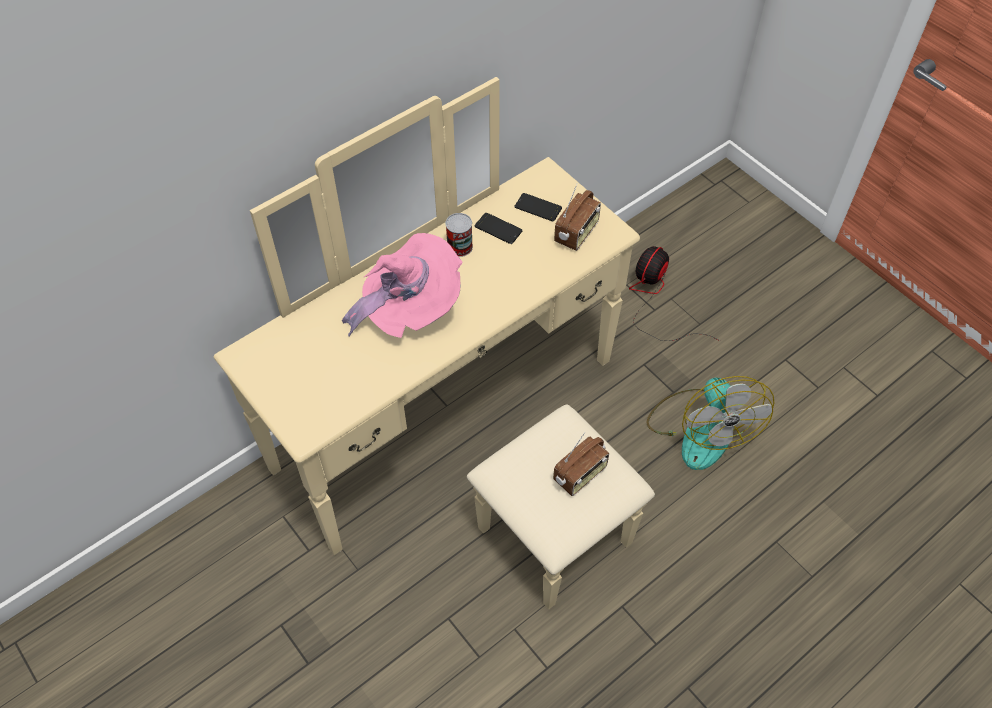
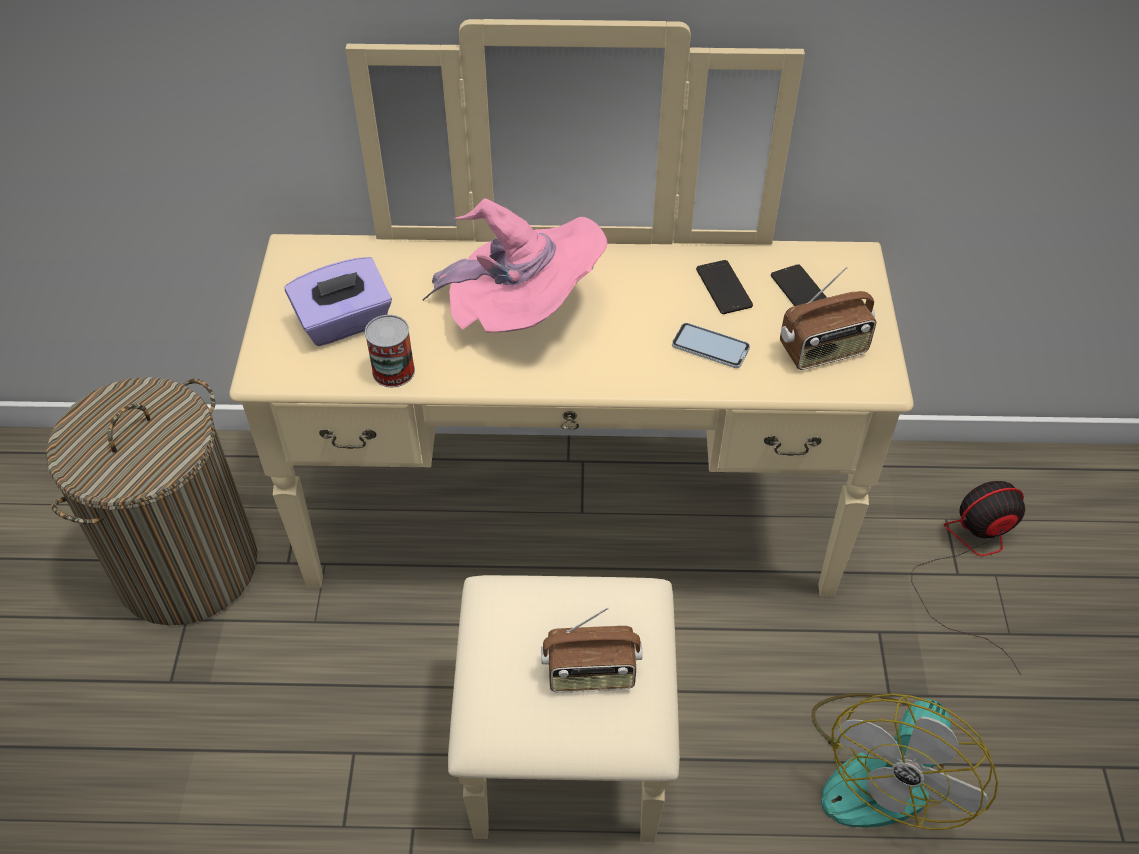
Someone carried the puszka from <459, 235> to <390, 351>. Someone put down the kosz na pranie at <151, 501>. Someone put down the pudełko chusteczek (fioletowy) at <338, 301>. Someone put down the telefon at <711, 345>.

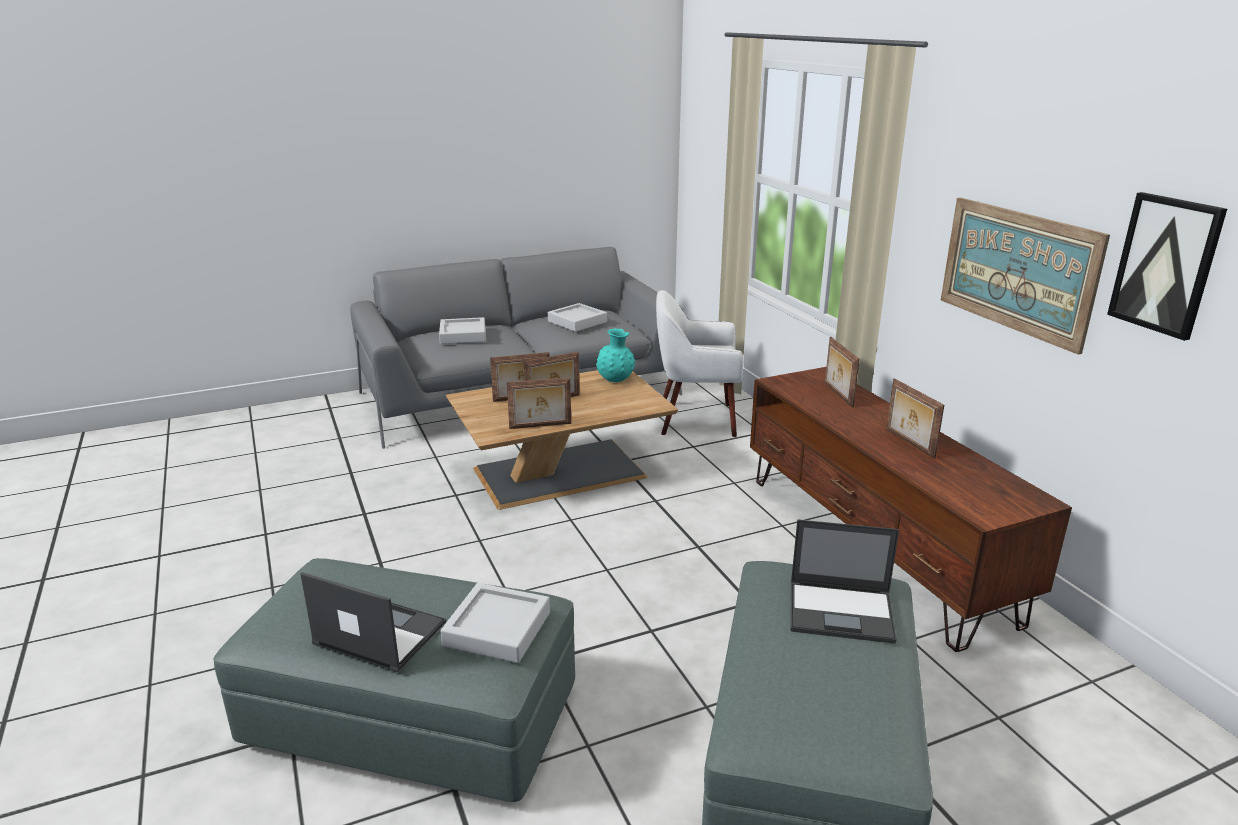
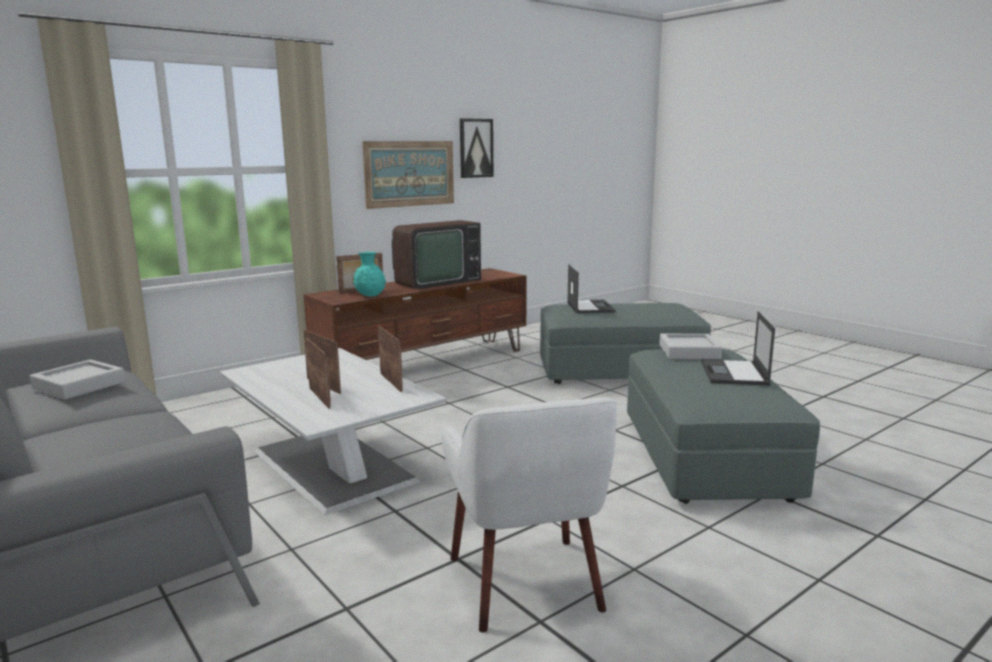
Someone took away the taca (szary) at <462, 330>. Someone repainted the ława (brązowy) at <562, 440>, which became the ława (biały) at <333, 431>. Someone carried the wazon (turkusowy) from <615, 355> to <369, 274>. Someone carried the fotel (biały) from <700, 363> to <529, 515>. Someone swapped the ramka na zdjęcie at <915, 418> for the telewizor at <436, 254>.

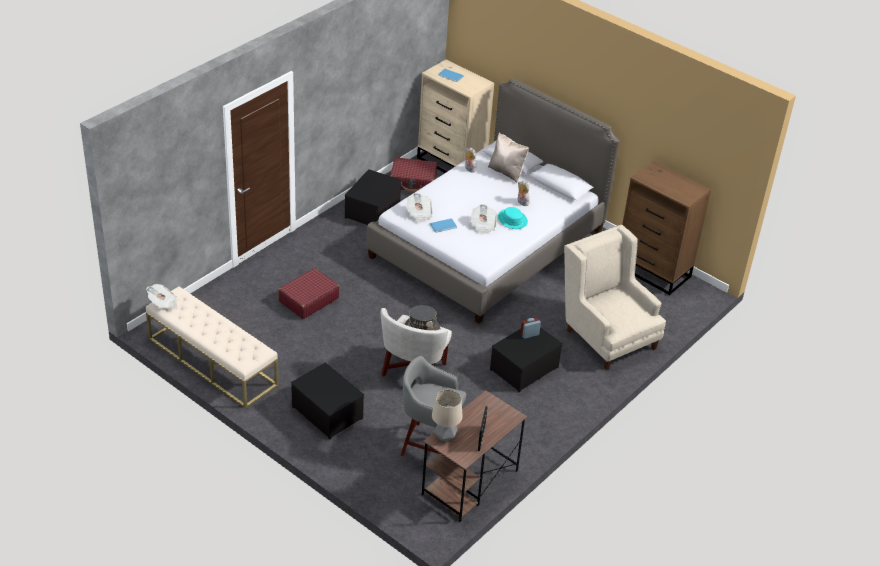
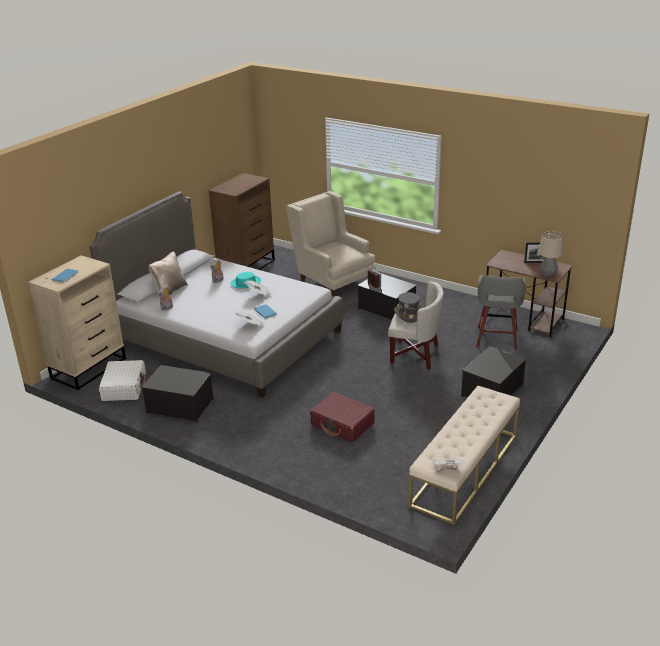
Someone repainted the walizka (czerwony) at <413, 175>, which became the walizka (biały) at <122, 380>. Someone rotated the fotel (beżowy) at <615, 297> by 90 degrees clockwise.

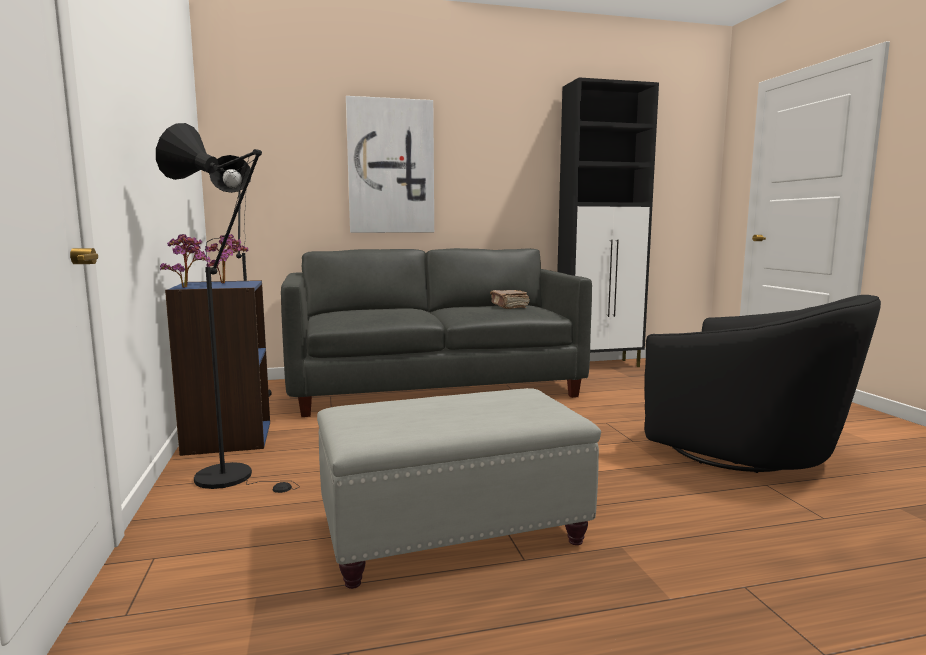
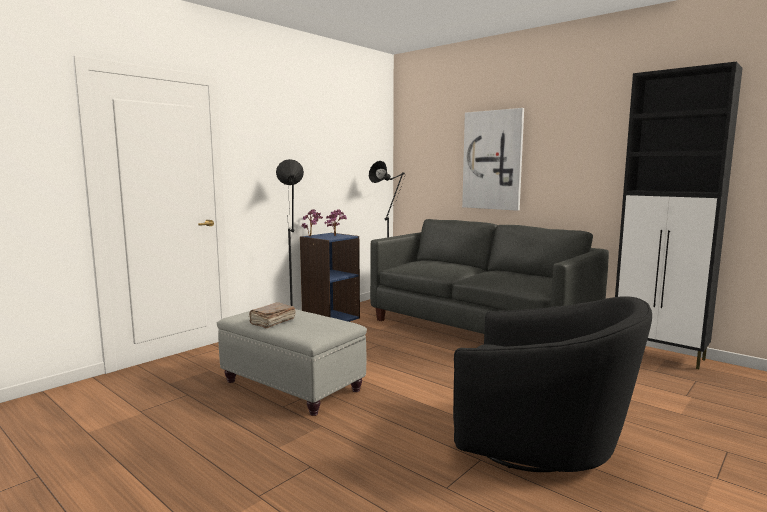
Someone carried the książka (brązowy) from <510, 299> to <272, 316>. Someone rotated the fotel (czarny) at <763, 384> by 75 degrees counterclockwise.

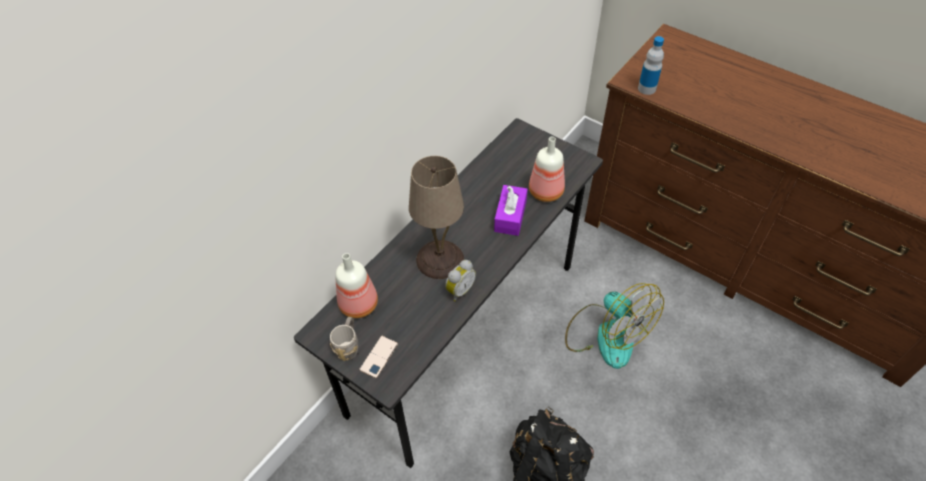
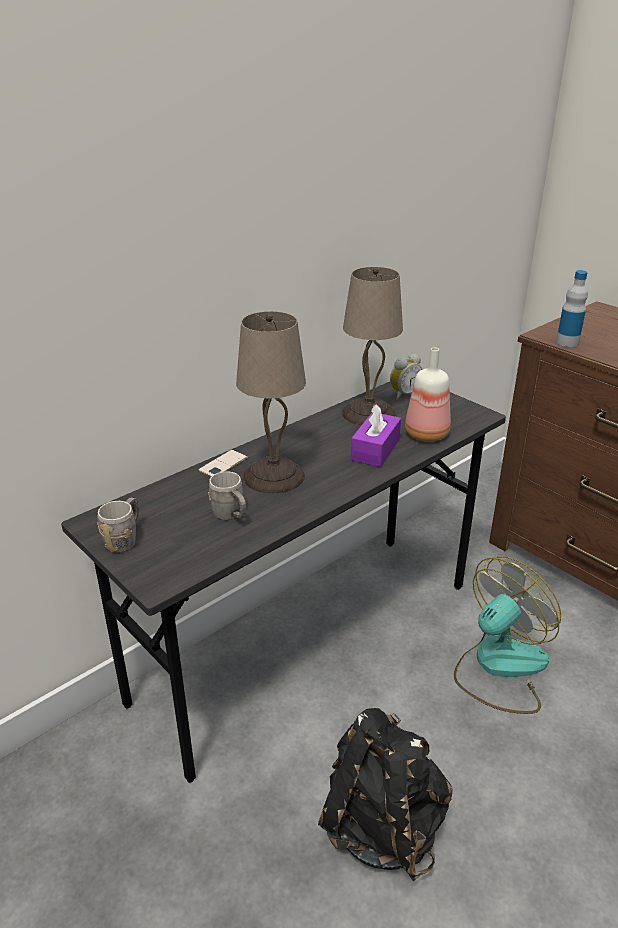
Someone took away the butelka at <356, 285>. Someone carried the telefon from <378, 357> to <223, 463>. Someone carried the budzik from <460, 281> to <406, 376>. Someone rotated the wentylator at <614, 326> by 105 degrees counterclockwise. Someone put down the kubek (szary) at <227, 495>. Someone put down the lampa stołowa (beżowy) at <372, 346>.

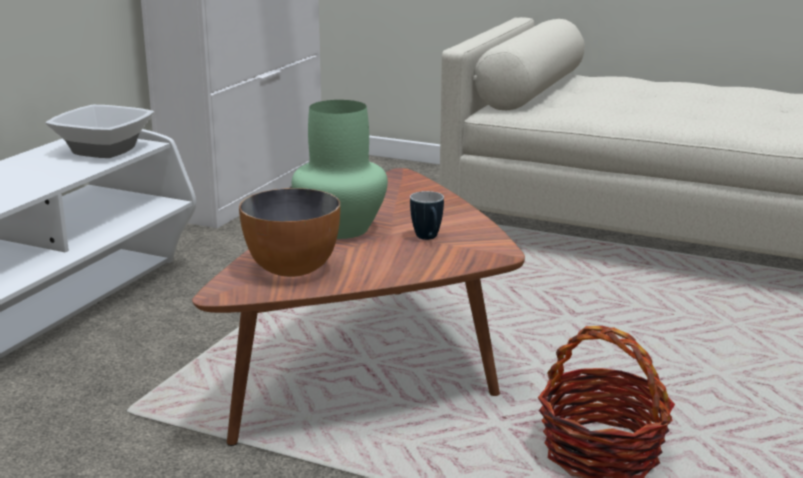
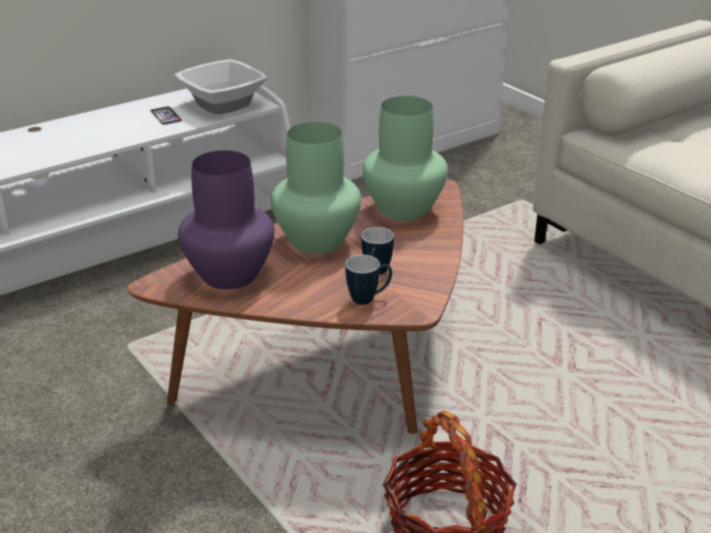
Someone swapped the miska at <289, 232> for the wazon (fioletowy) at <226, 220>. Someone put down the telefon at <166, 115>. Someone put down the kubek at <368, 280>. Someone put down the wazon (zielony) at <405, 158>.

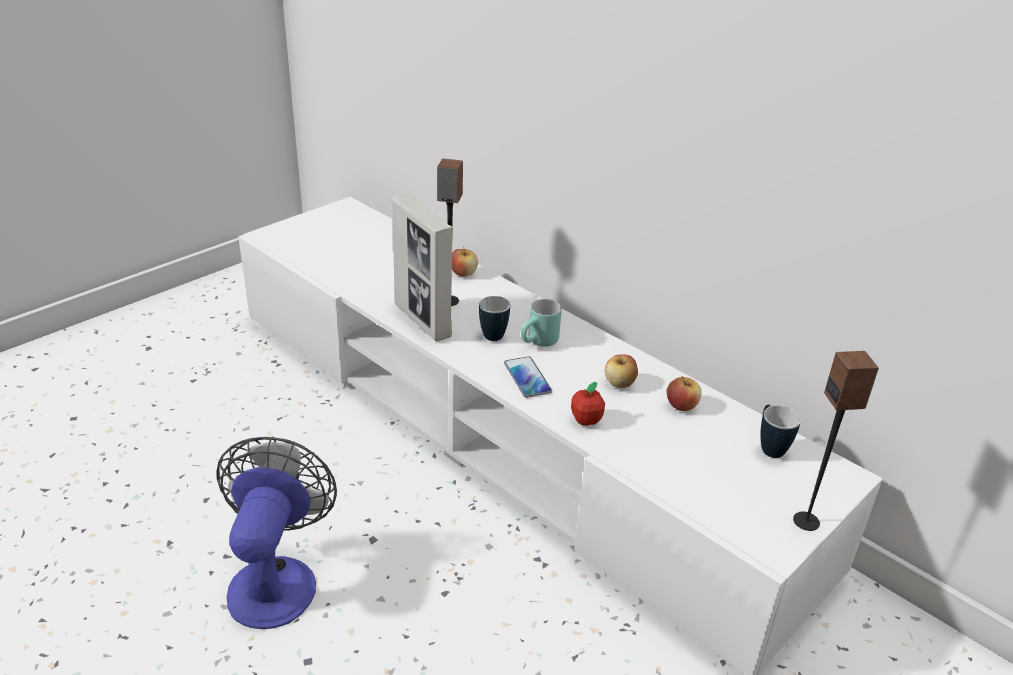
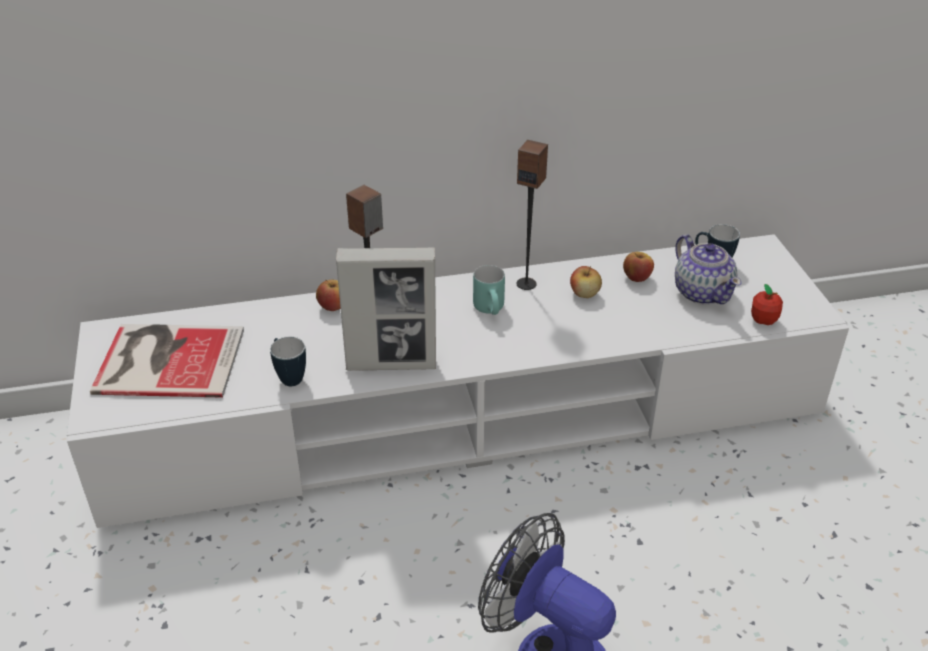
Someone carried the kubek from <494, 318> to <288, 361>. Someone took away the telefon at <528, 377>. Someone carried the jabłko from <588, 404> to <767, 304>. Someone carried the głośnik from <836, 441> to <532, 215>. Someone put down the książka at <167, 361>. Someone put down the imbryk at <708, 270>.

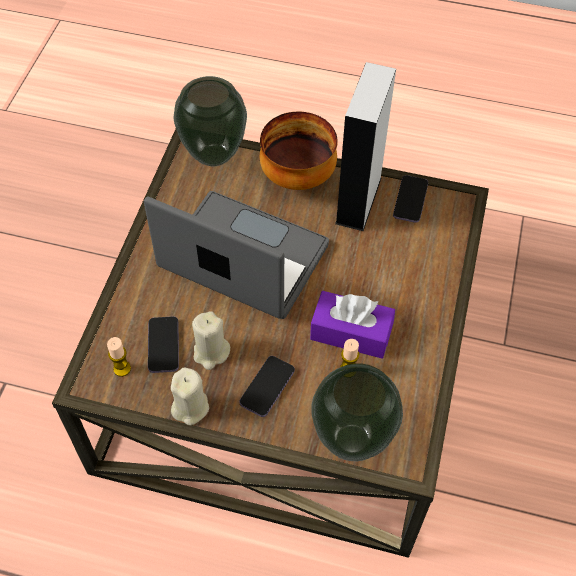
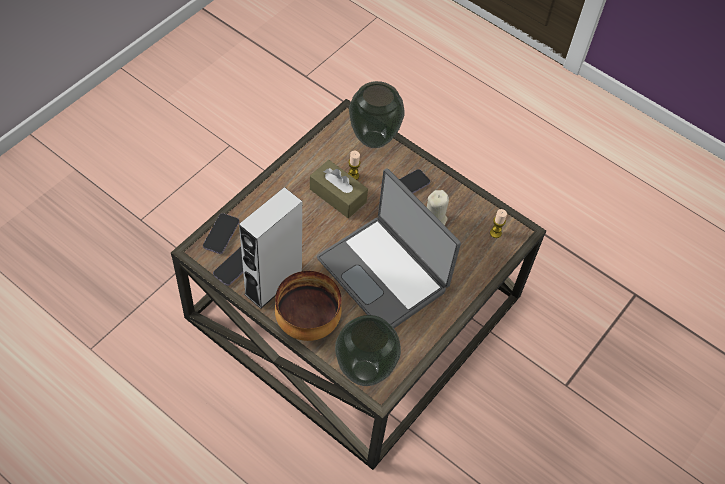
Someone carried the telefon from <163, 345> to <221, 233>. Someone took away the świeca (beżowy) at <190, 396>. Someone repainted the pudełko chusteczek (fioletowy) at <352, 324>, which became the pudełko chusteczek (brązowy) at <339, 189>.

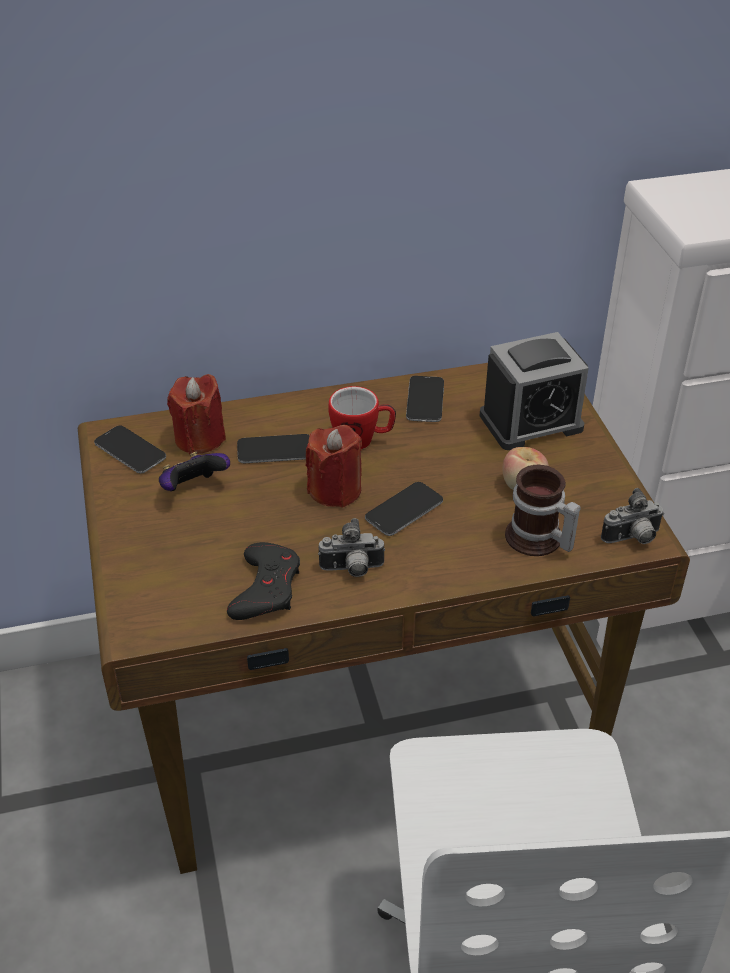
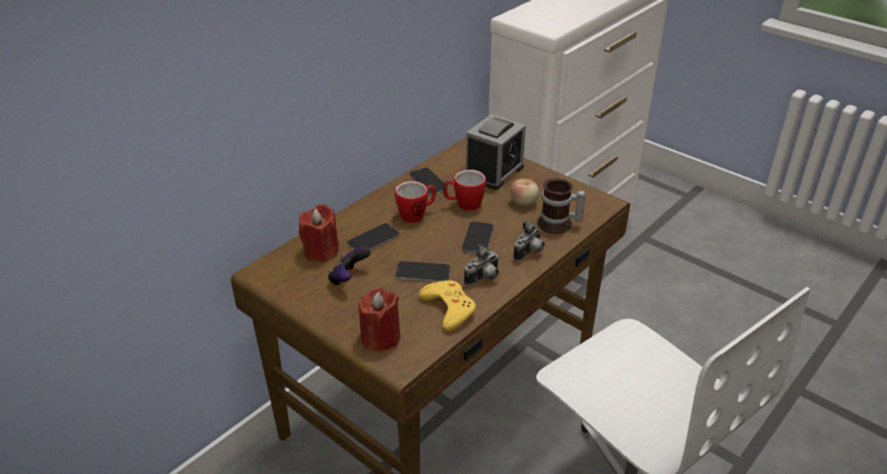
Someone carried the telefon from <130, 449> to <422, 271>. Someone repainted the pad do gier (czarny) at <263, 581>, which became the pad do gier (żółty) at <447, 306>. Someone carried the świeca (czerwony) from <334, 466> to <379, 319>. Someone carried the aparat fotograficzny from <632, 516> to <529, 241>. Someone put down the kubek at <464, 190>.

